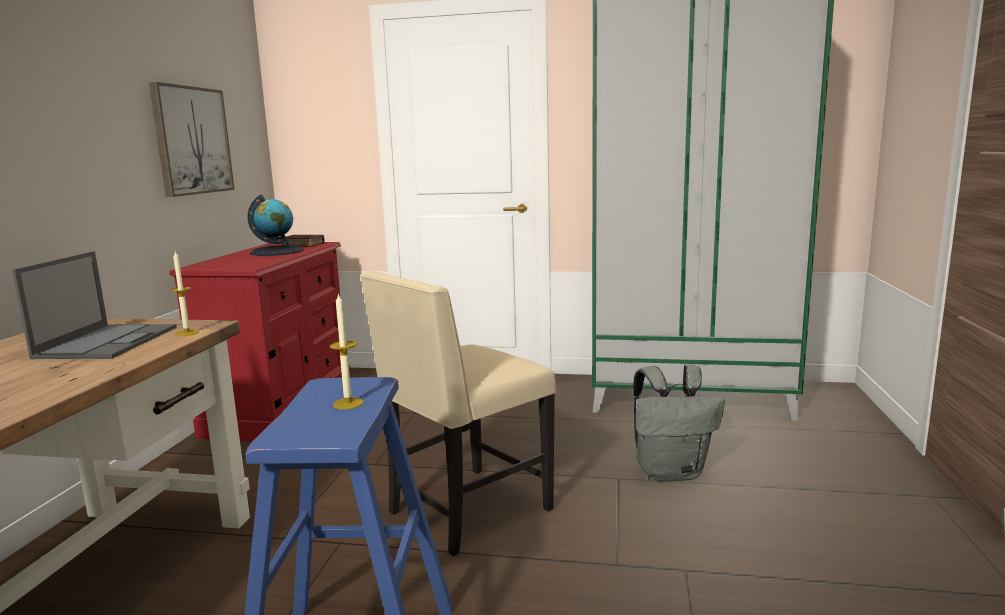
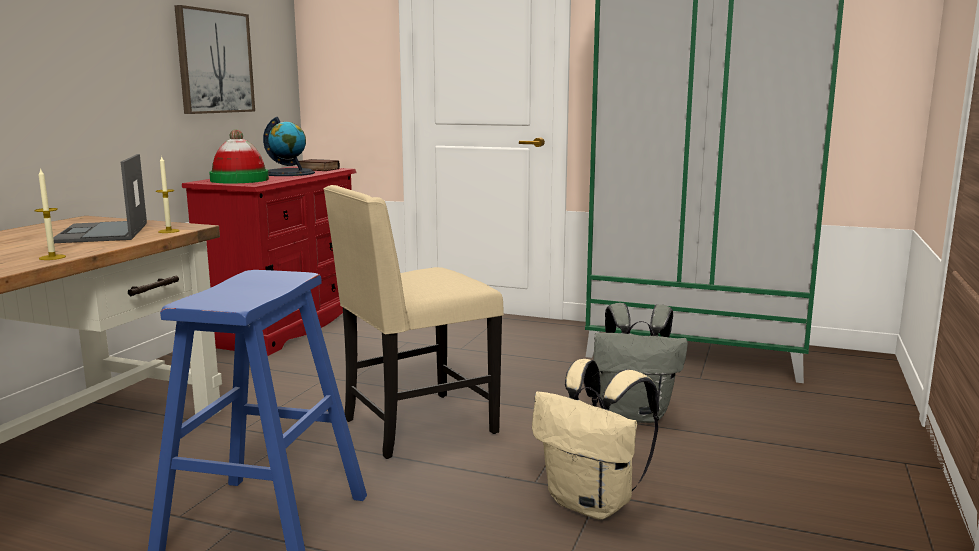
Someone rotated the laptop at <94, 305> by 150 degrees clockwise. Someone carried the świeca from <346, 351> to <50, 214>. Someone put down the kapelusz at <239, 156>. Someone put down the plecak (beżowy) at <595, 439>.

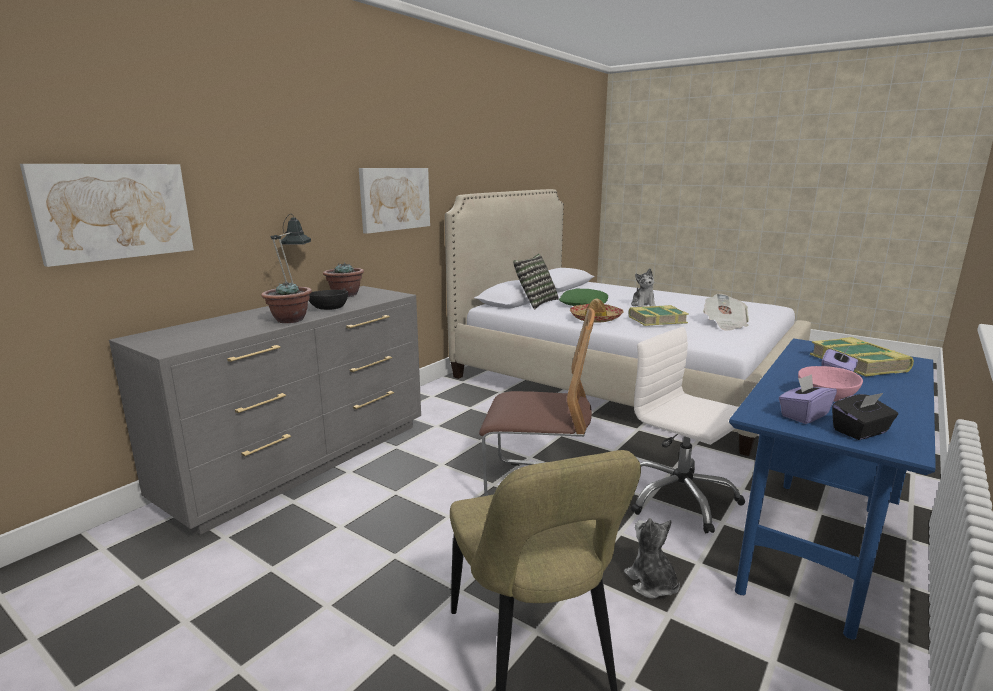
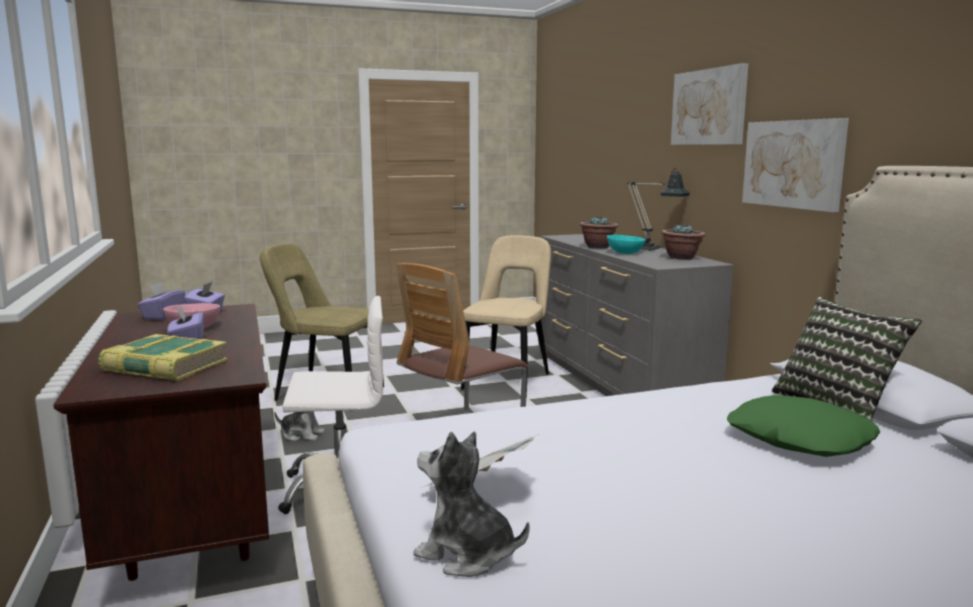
Someone carried the obraz from <107, 215> to <709, 104>. Someone repainted the miska (czarny) at <328, 300>, which became the miska (turkusowy) at <626, 244>. Someone took away the kapelusz at <596, 311>. Someone took away the książka at <659, 315>. Someone carried the pluszak from <643, 287> to <471, 504>. Someone repainted the biurko (niebieski) at <832, 489>, which became the biurko (brązowy) at <161, 442>. Someone repainted the pudełko chusteczek (czarny) at <865, 416>, which became the pudełko chusteczek (fioletowy) at <161, 301>. Someone put down the krzesło (beżowy) at <506, 316>.

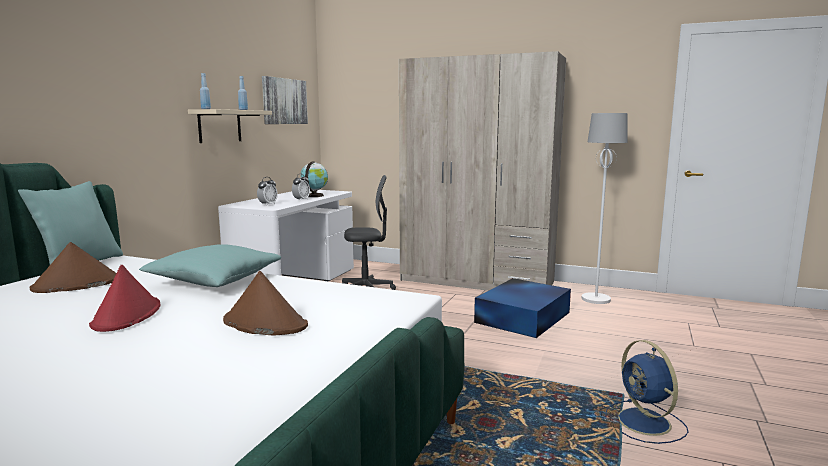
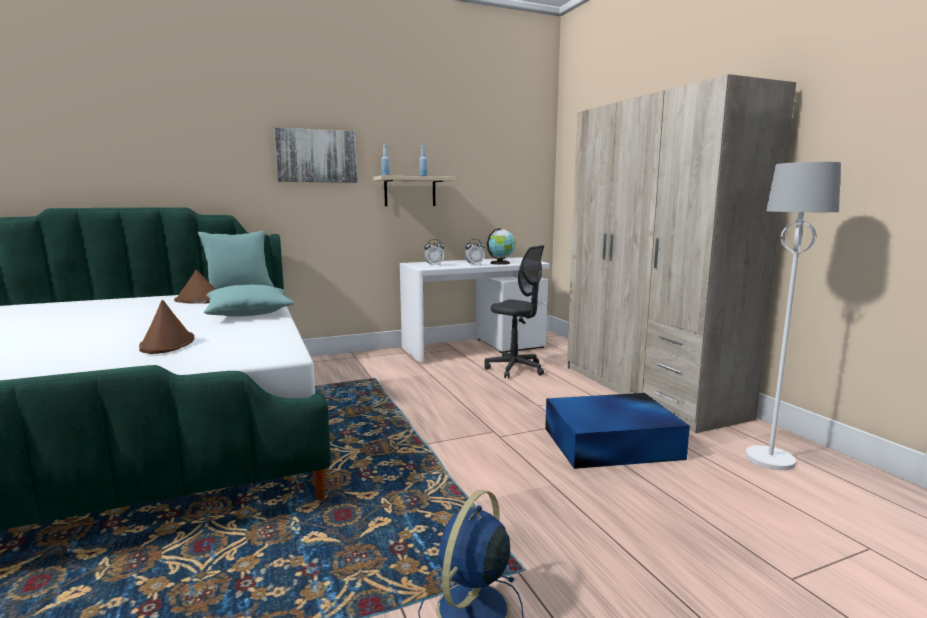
Someone took away the kapelusz (czerwony) at <124, 298>. Someone carried the obraz from <285, 100> to <316, 155>.

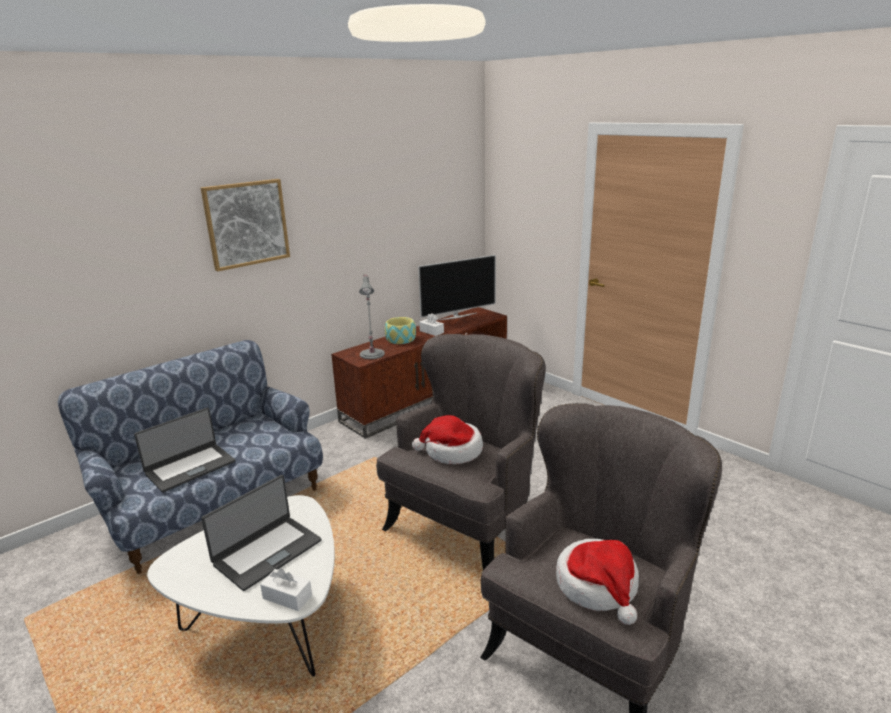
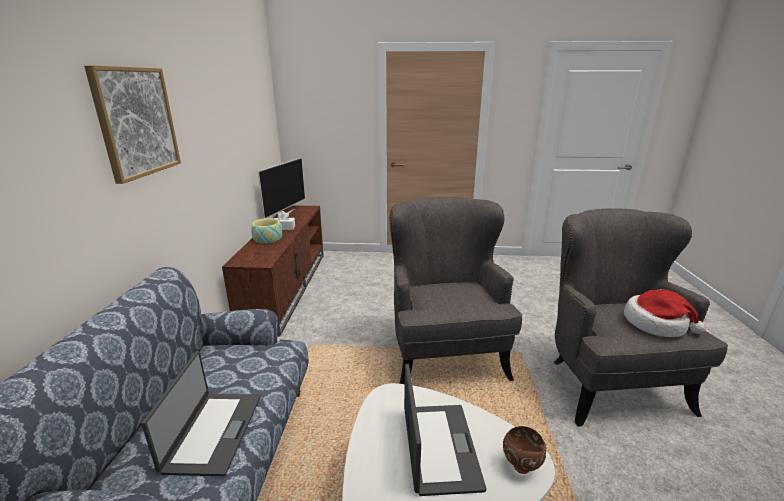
Someone swapped the pudełko chusteczek (biały) at <286, 589> for the miska (brązowy) at <524, 450>. Someone took away the lampa stołowa (szary) at <372, 317>. Someone took away the kapelusz at <447, 439>.

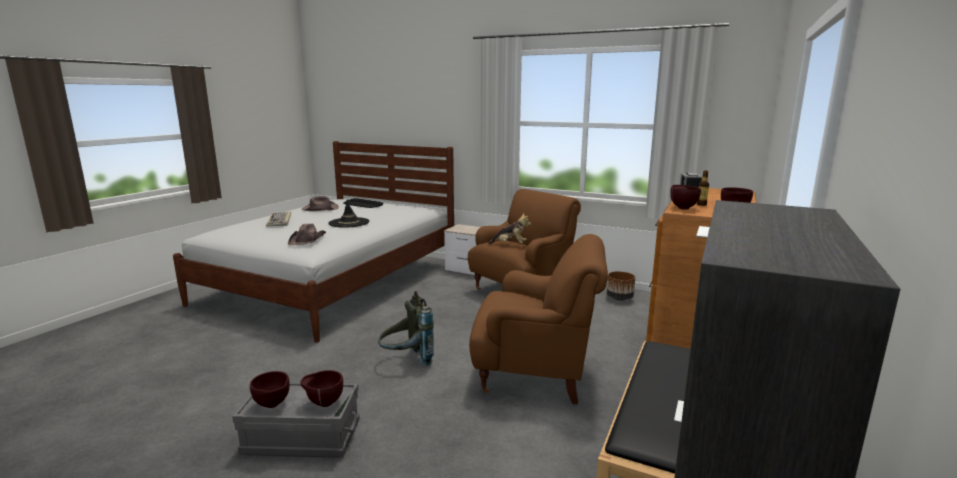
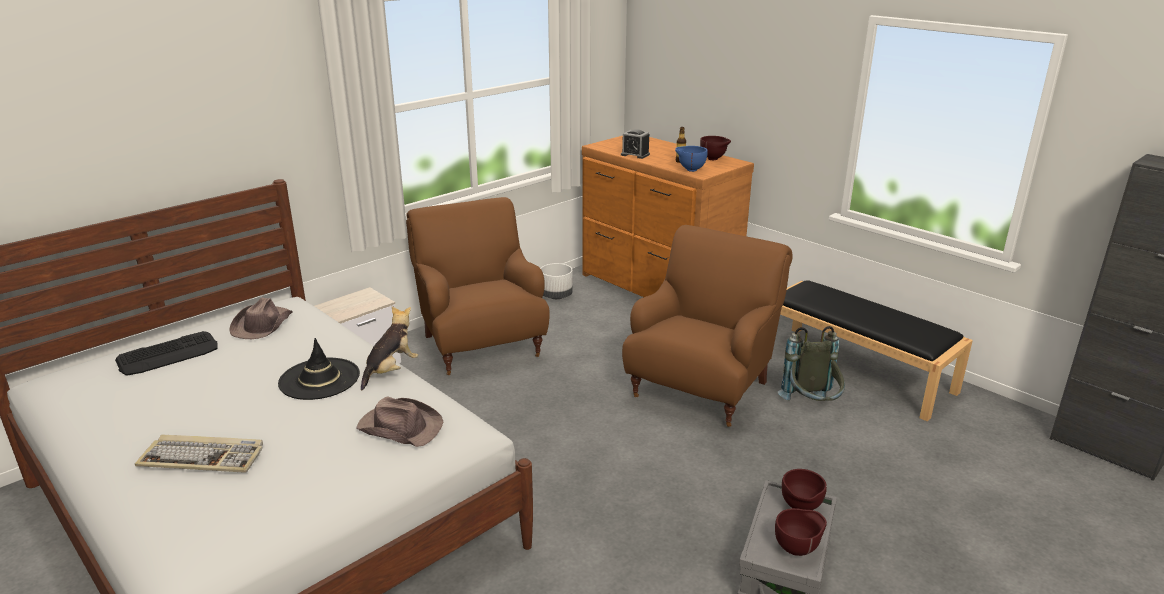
Someone carried the kapelusz (brązowy) from <320, 203> to <261, 318>. Someone carried the plecak (szary) from <406, 328> to <811, 363>. Someone carried the pluszak from <509, 228> to <389, 348>. Someone repainted the donica (brązowy) at <621, 286>, which became the donica (biały) at <557, 281>. Someone repainted the miska (brązowy) at <685, 197>, which became the miska (niebieski) at <691, 159>.

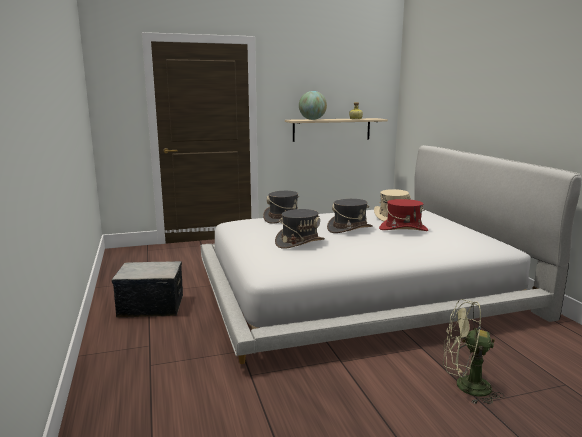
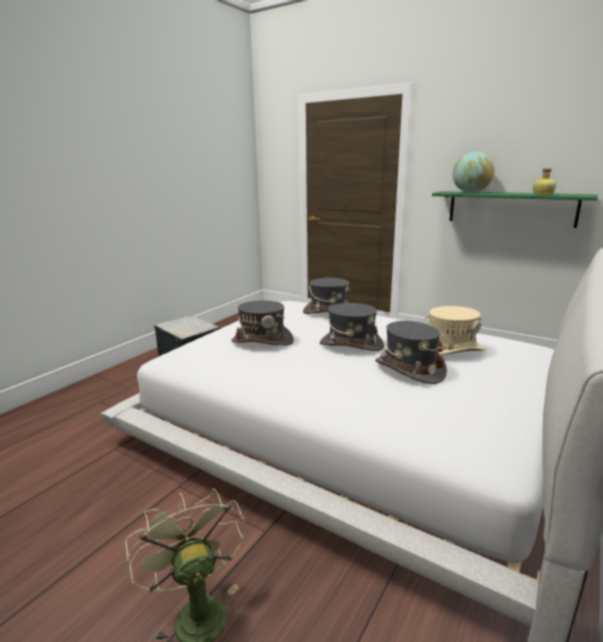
Someone repainted the półka (beżowy) at <336, 130>, which became the półka (zielony) at <515, 209>. Someone repainted the kapelusz (czerwony) at <403, 215>, which became the kapelusz (szary) at <411, 352>.

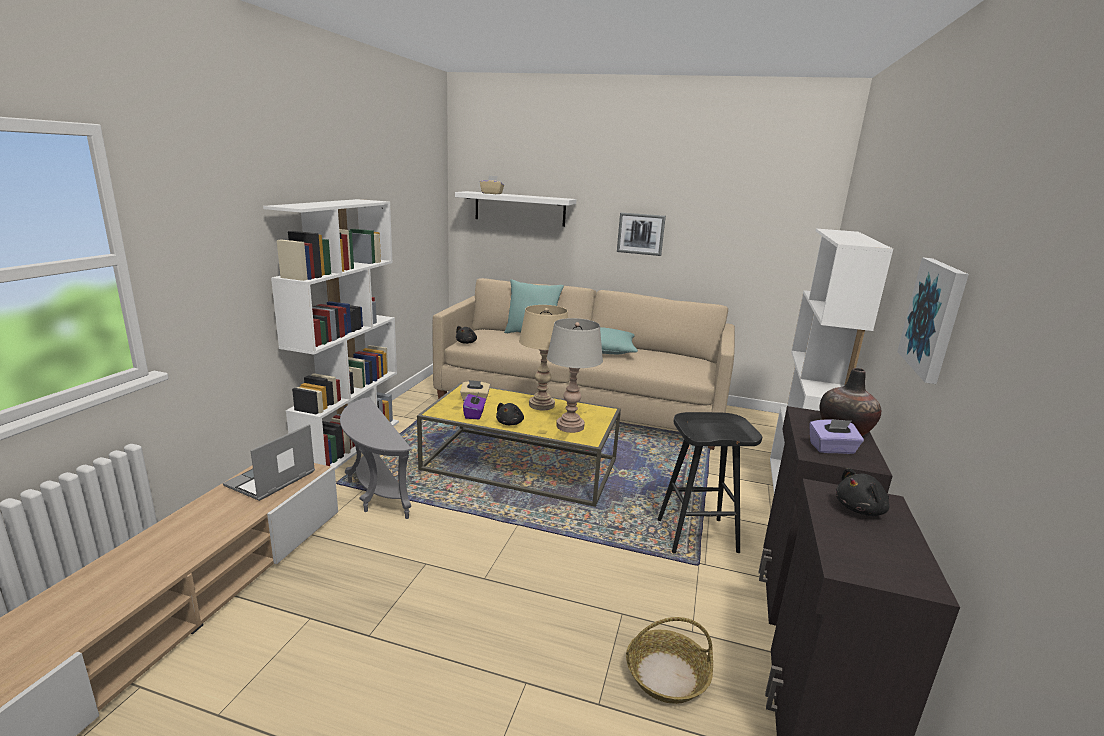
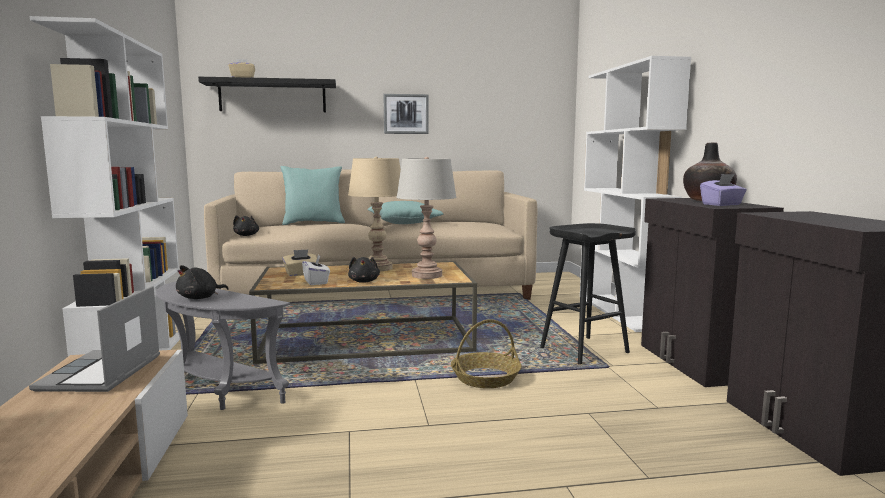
Someone repainted the ława (żółty) at <519, 444>, which became the ława (brązowy) at <363, 312>. Someone repainted the półka (biały) at <515, 209>, which became the półka (czarny) at <267, 94>. Someone repainted the pudełko chusteczek (fioletowy) at <474, 405>, which became the pudełko chusteczek (biały) at <316, 270>. Someone carried the koszyk from <669, 660> to <486, 353>. Someone carried the pluszak (czarny) from <863, 492> to <202, 282>. Someone took away the obraz at <933, 320>.

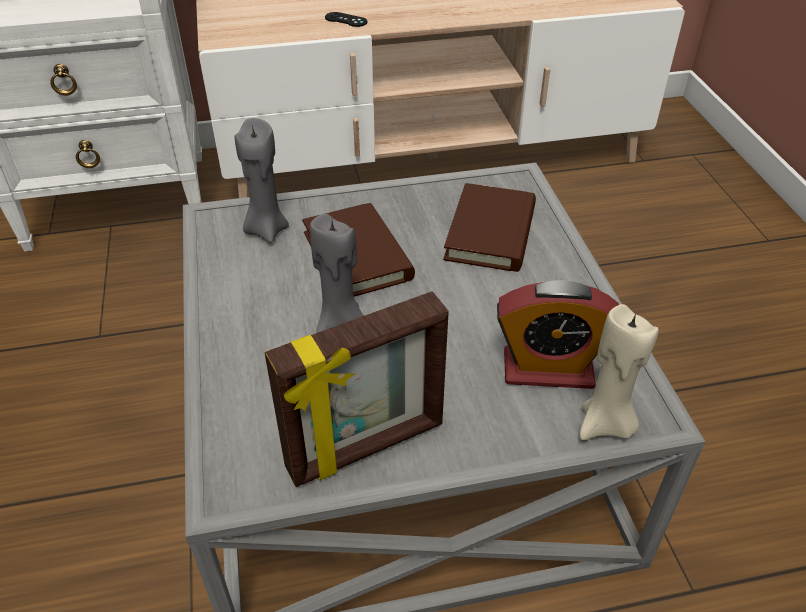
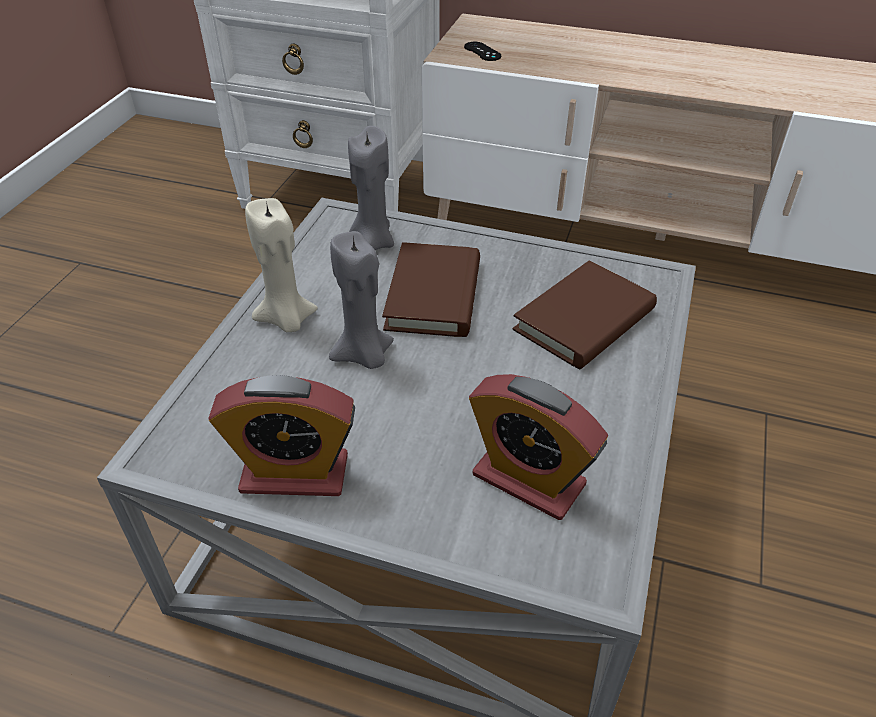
Someone swapped the ramka na zdjęcie at <357, 389> for the budzik at <281, 435>. Someone carried the pad do gier (czarny) from <346, 19> to <482, 51>. Someone carried the świeca (beżowy) from <619, 372> to <281, 265>.

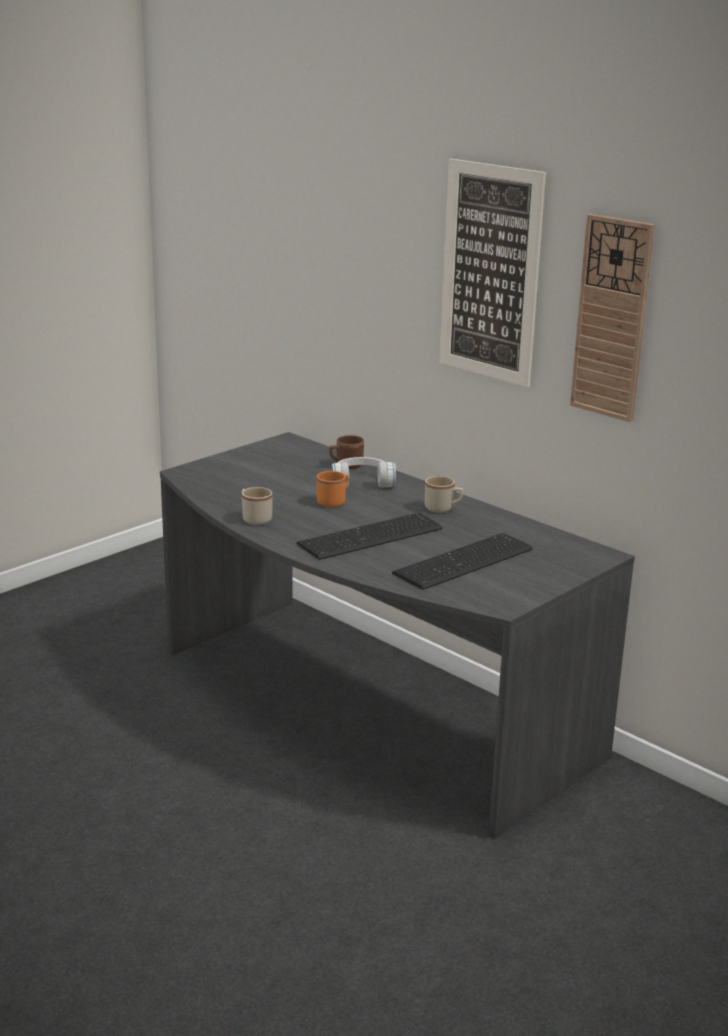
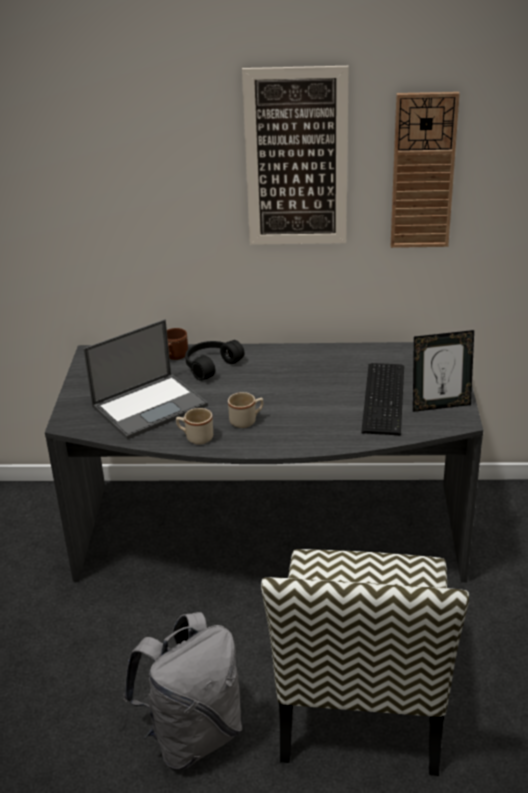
Someone took away the klawiatura at <369, 536>. Someone took away the kubek (pomarańczowy) at <333, 489>. Someone repainted the słuchawki (biały) at <364, 472>, which became the słuchawki (czarny) at <215, 360>. Someone carried the kubek (beżowy) from <444, 494> to <245, 410>. Someone put down the laptop at <145, 379>. Someone put down the plecak (szary) at <182, 691>. Someone put down the krzesło at <365, 662>. Someone put down the ramka na zdjęcie at <443, 371>.

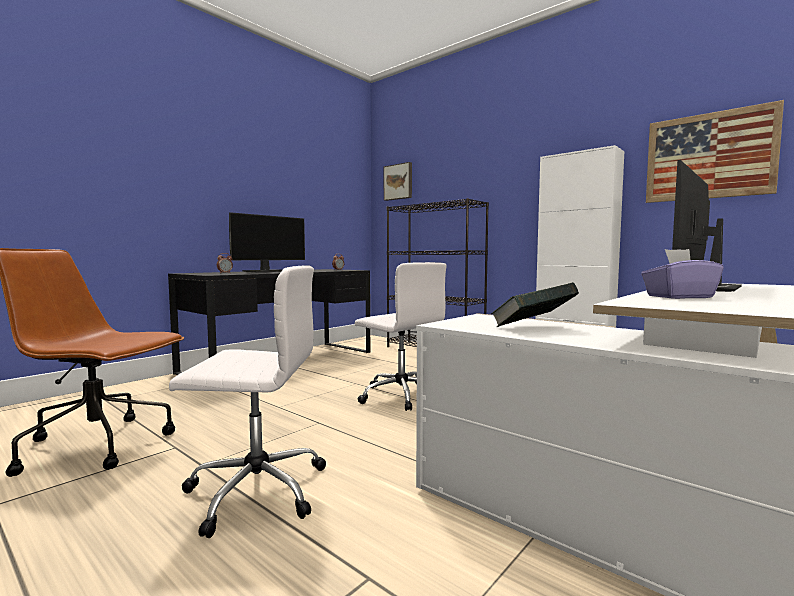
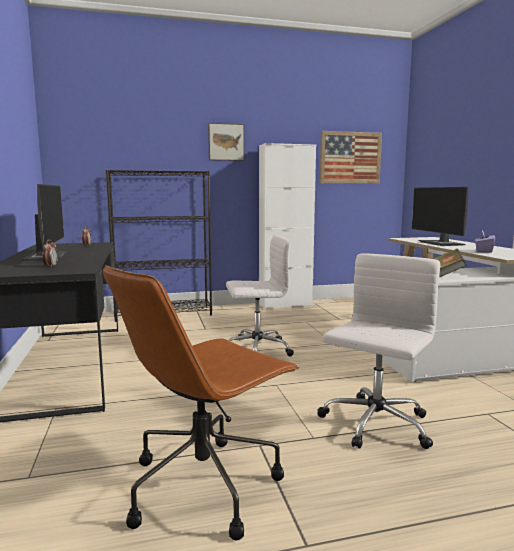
Someone carried the obraz from <398, 181> to <226, 142>.

